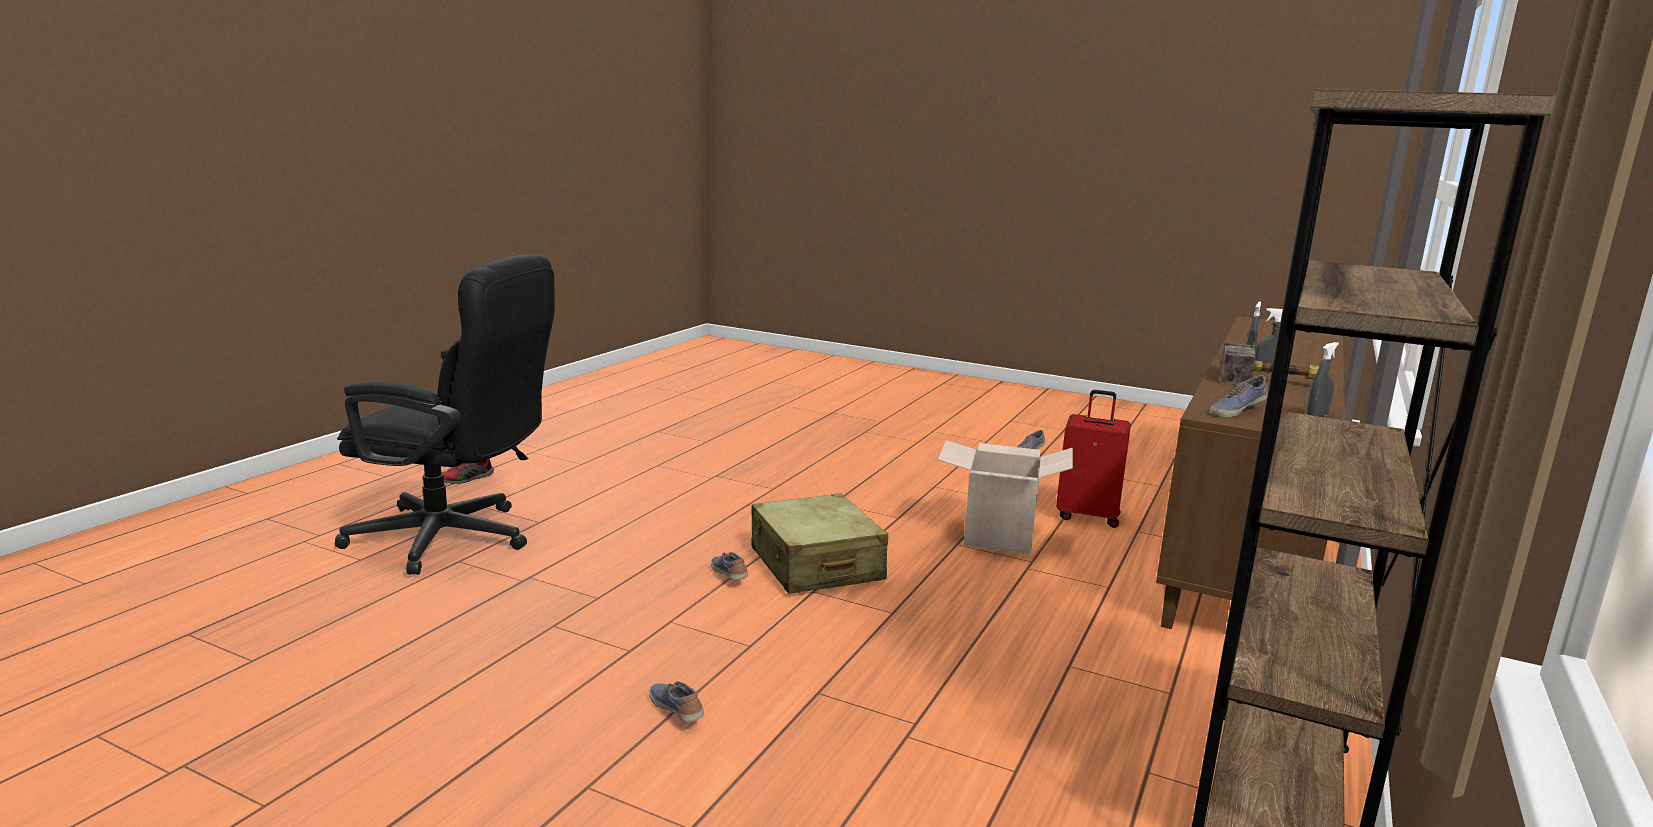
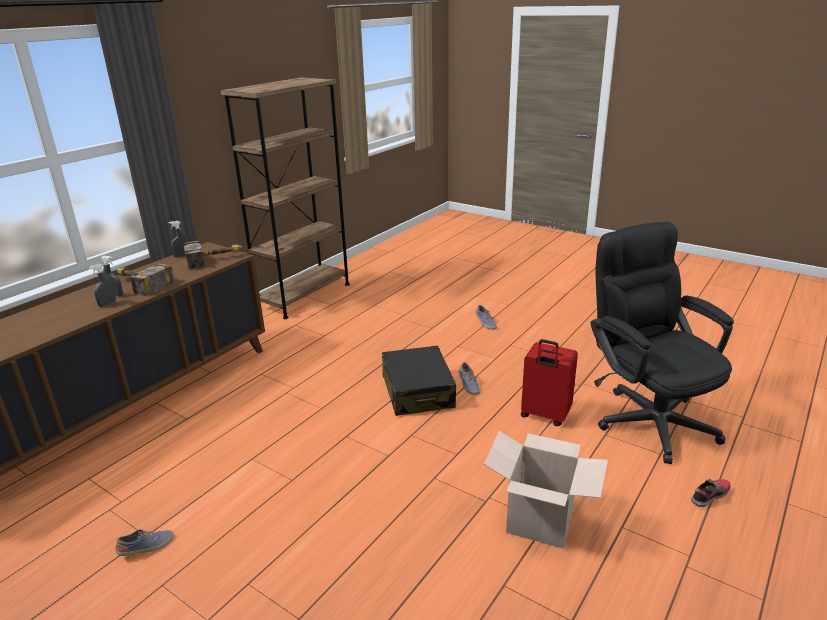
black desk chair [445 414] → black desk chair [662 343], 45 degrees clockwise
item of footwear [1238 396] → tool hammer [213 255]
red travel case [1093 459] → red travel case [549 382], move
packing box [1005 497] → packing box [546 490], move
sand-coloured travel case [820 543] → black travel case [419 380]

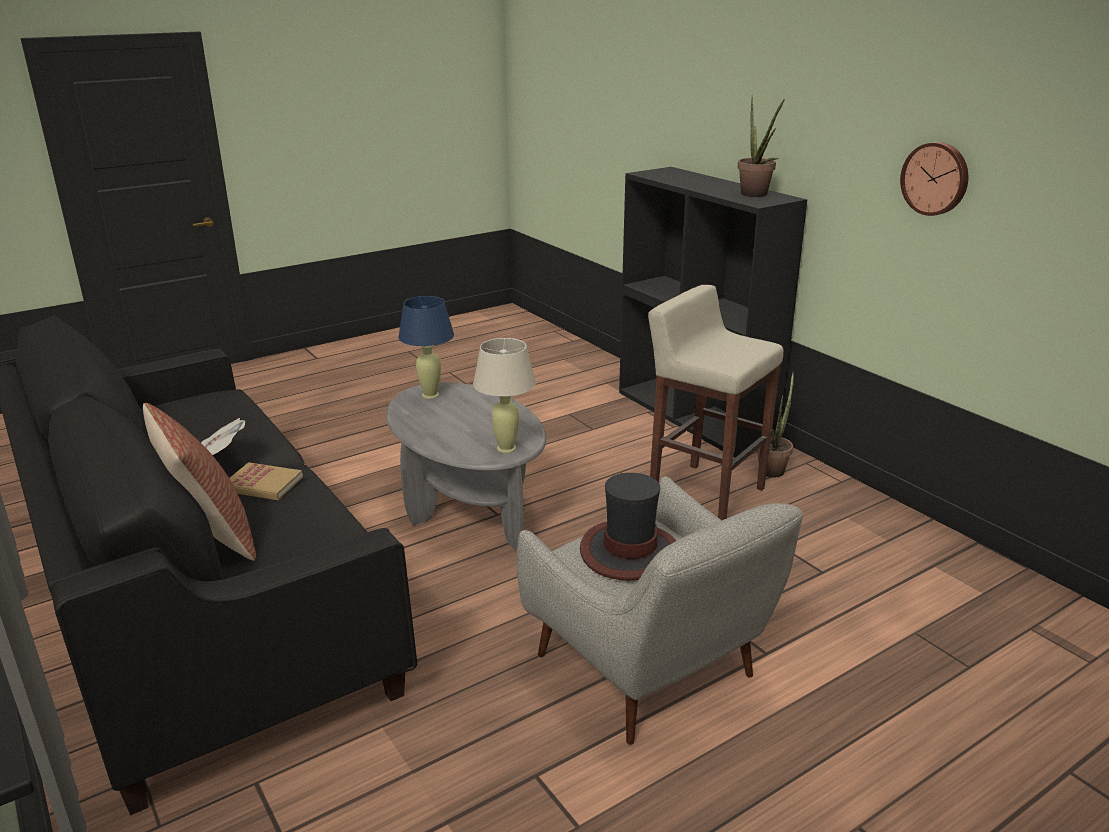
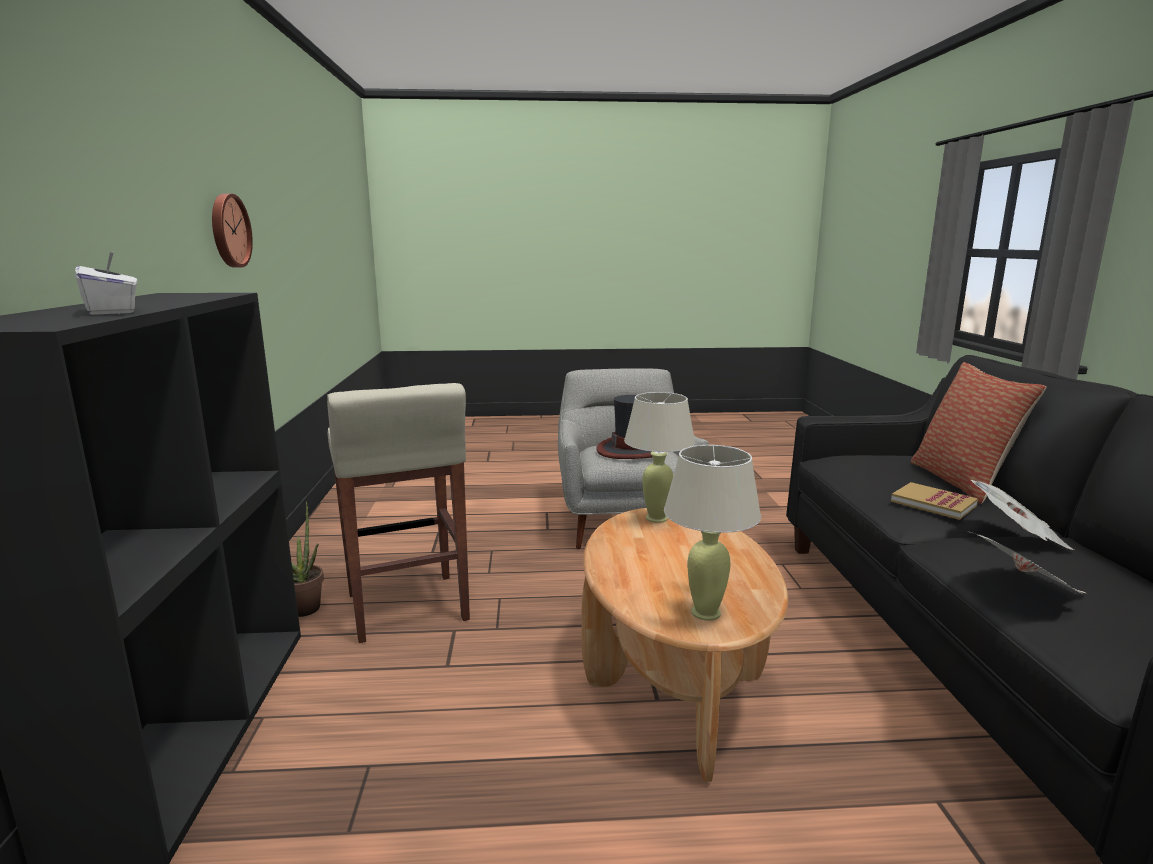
potted plant [761 145] → -
blue-coloured table lamp [426 347] → sand-coloured table lamp [712 533]
greyish coffee table [466 466] → brown coffee table [685 645]
- → white-coloured box of tissues [106 283]
- → printed paper [1026 562]

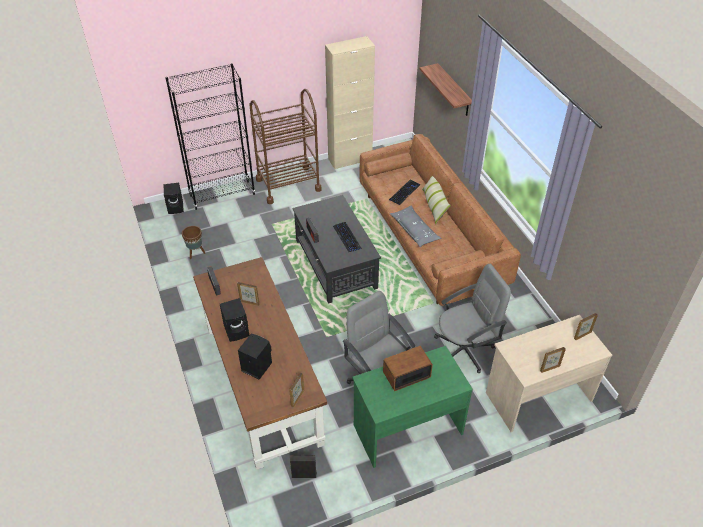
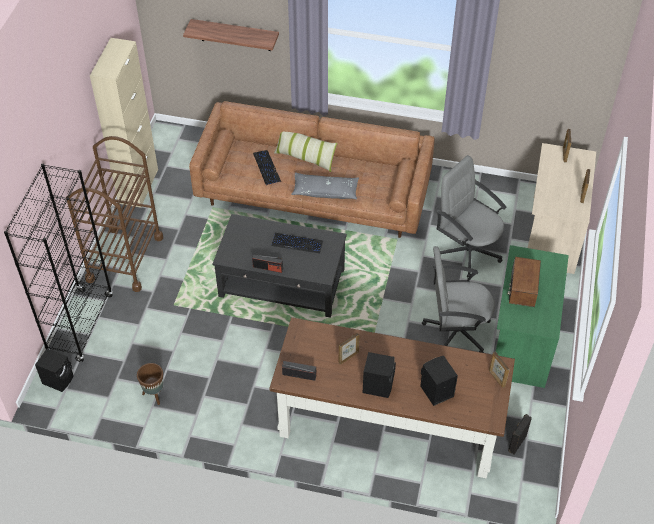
greyish desk chair [472 318] → greyish desk chair [472 216], 60 degrees counterclockwise

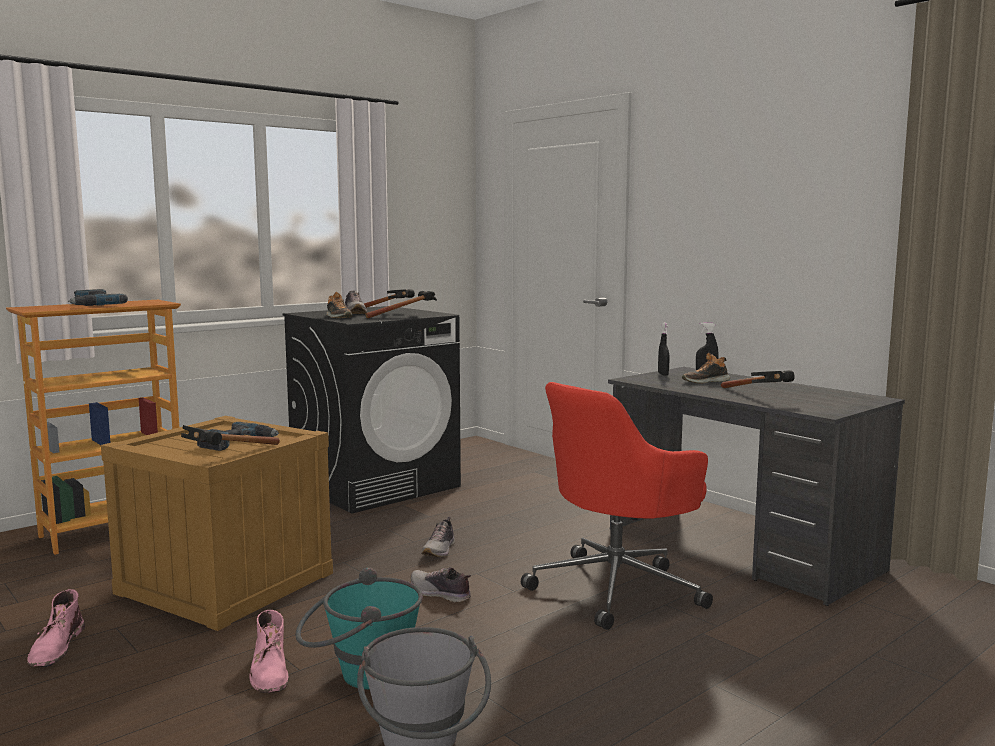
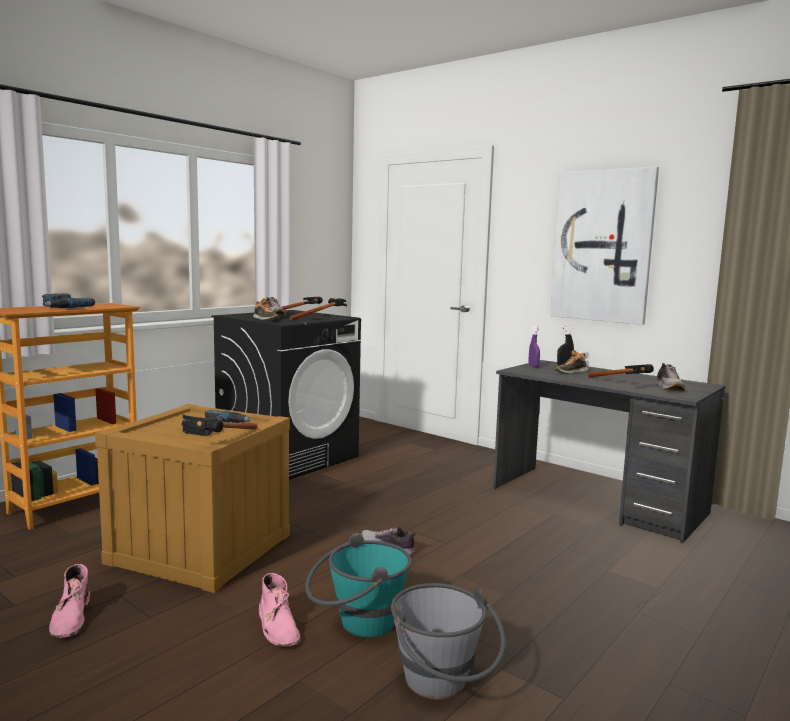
black sprayer [664 349] → purplish sprayer [534 346]
red desk chair [617 506] → -
item of footwear [438 536] → item of footwear [670 377], move
- → picture [604 245]

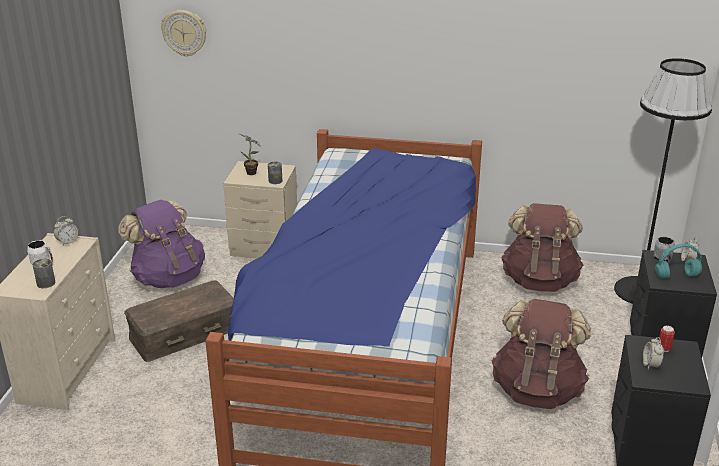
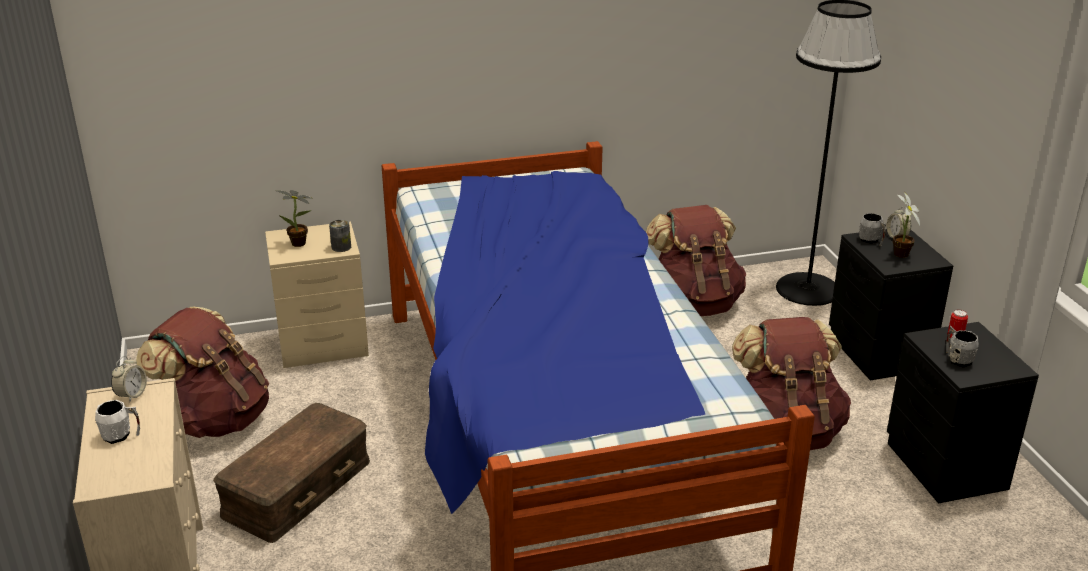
clock on the wall [183 33] → -
purplish rucksack [161 244] → brown rucksack [202 372]
turquoise headset [678 261] → potted plant [906 225]
sealed can [44 273] → -
bedside clock [653 353] → greyish coffee mug [962 347]

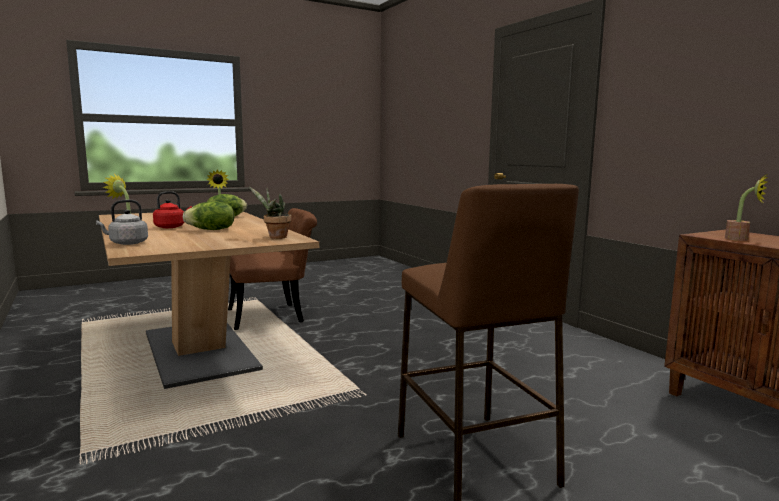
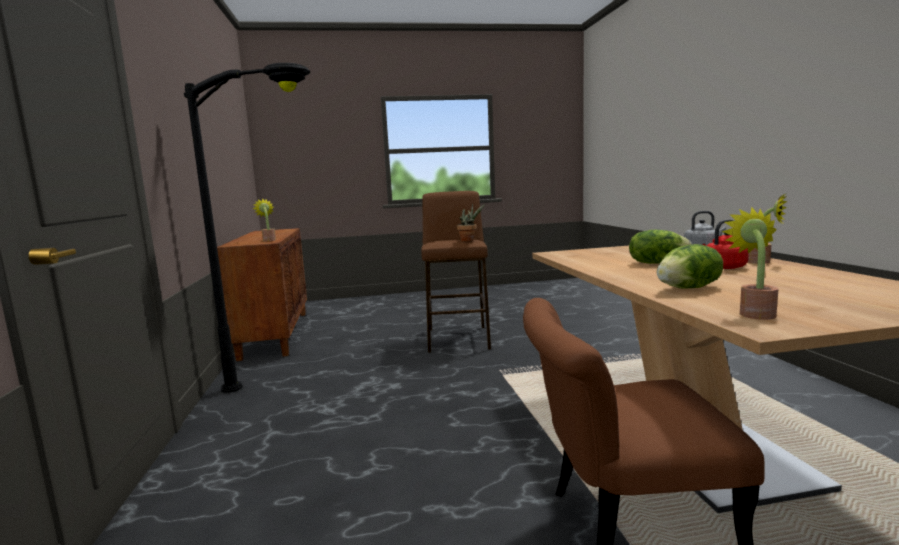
potted plant [270 213] → potted plant [471 222], move
- → black standing lamp [247 228]

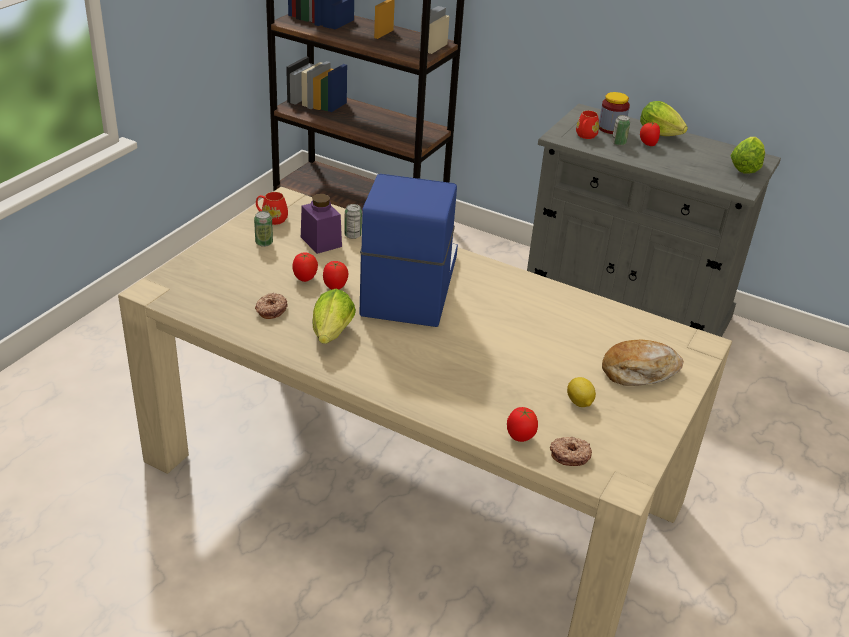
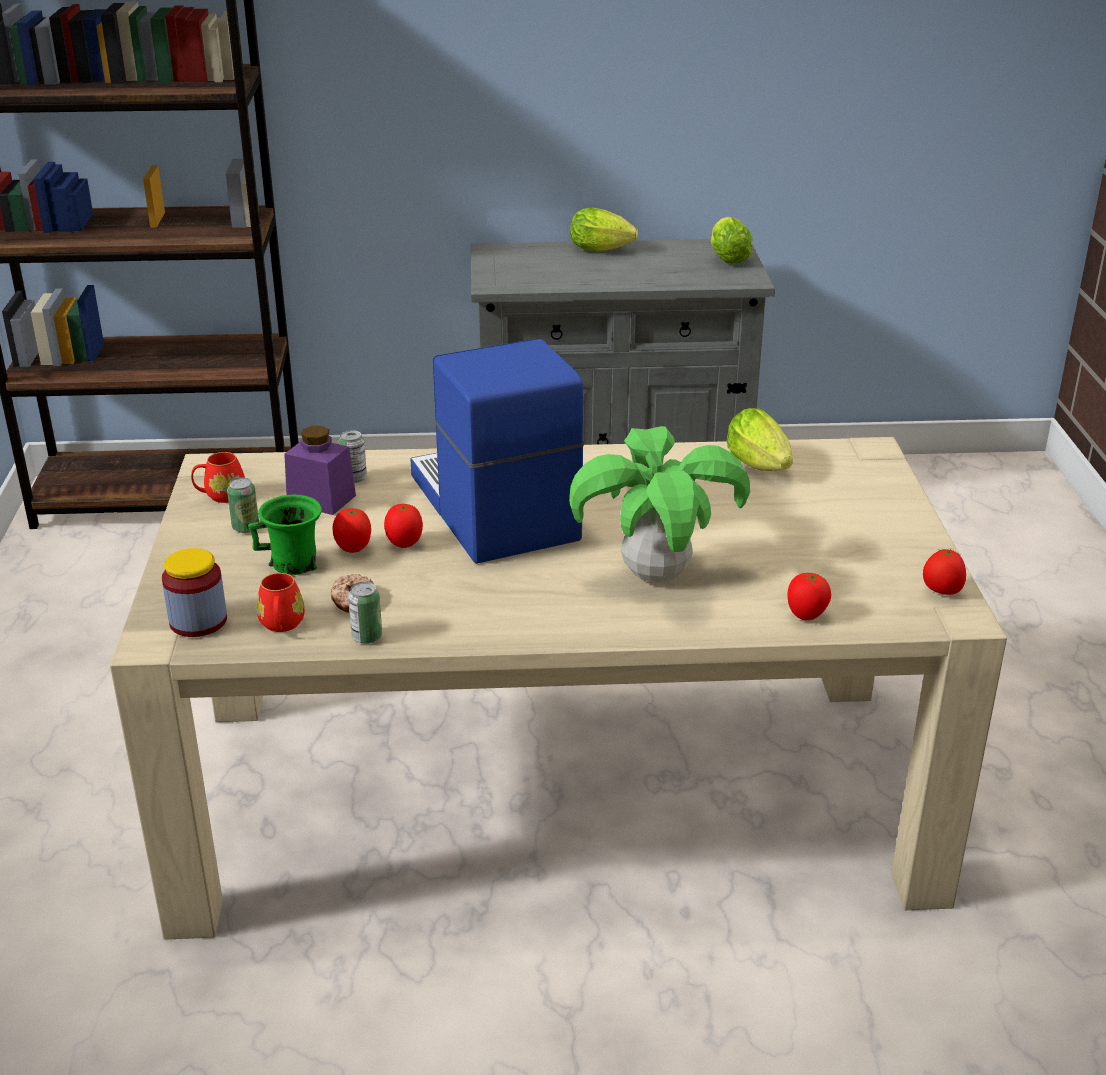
jar [614 113] → jar [194 592], move
red coffee mug [587 124] → red coffee mug [281 602], move
sealed can [621 130] → sealed can [365 613], move
tomato [650 134] → tomato [944 572], move
lettuce [334 316] → lettuce [760 439], move
bread [643 362] → -
lemon [581 392] → -
doughnut [571 451] → -
- → potted plant [659 504]
- → greenish coffee mug [285 535]

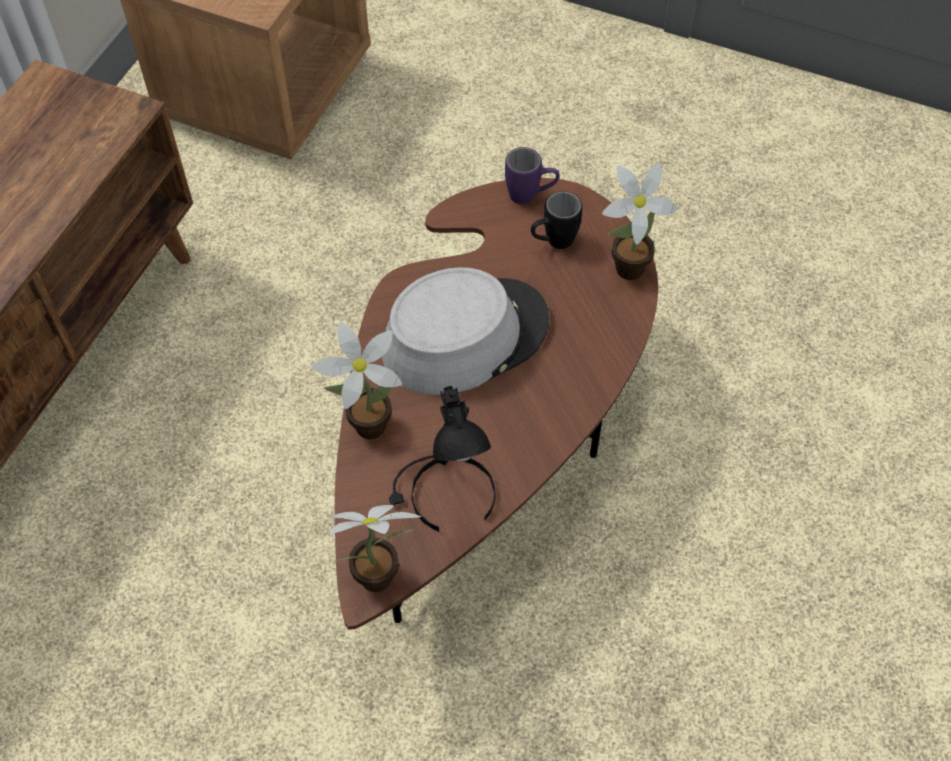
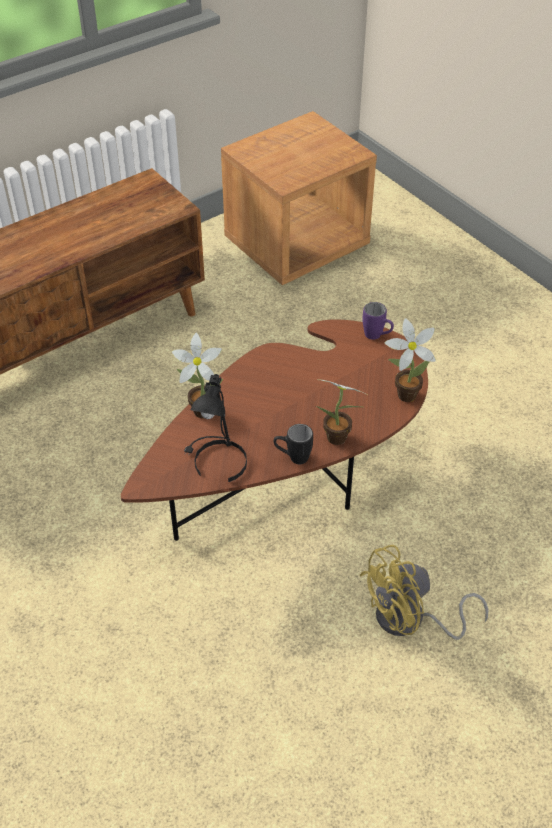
black coffee mug [556 220] → black coffee mug [293 444], move
greyish wearable hat [465 331] → -
potted plant [374 548] → potted plant [342 412], move
- → yellow electric fan [424 592]

